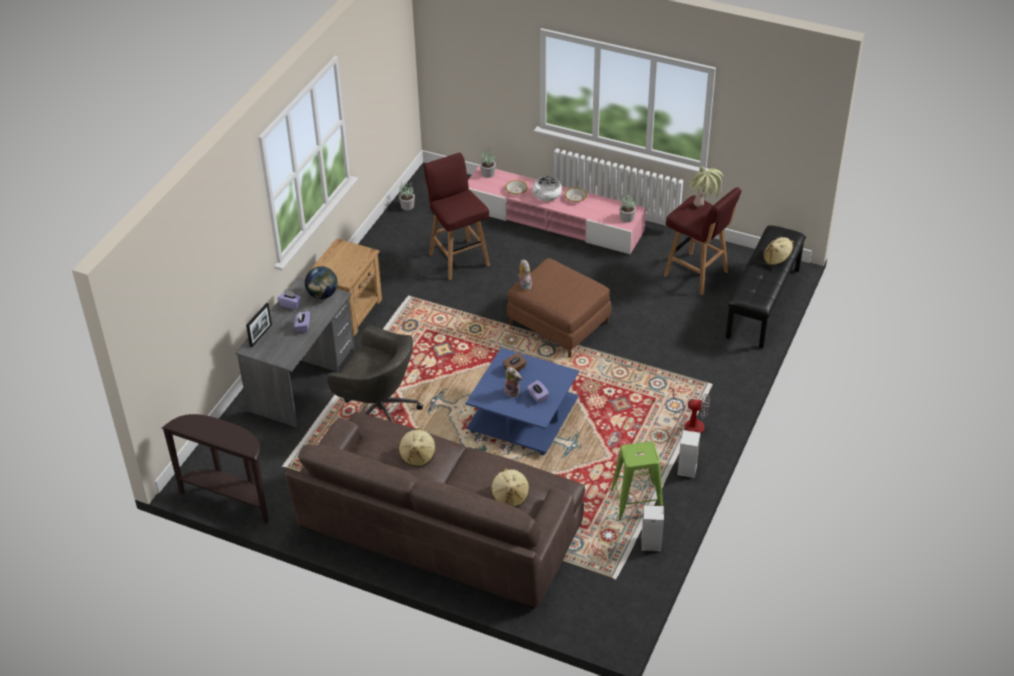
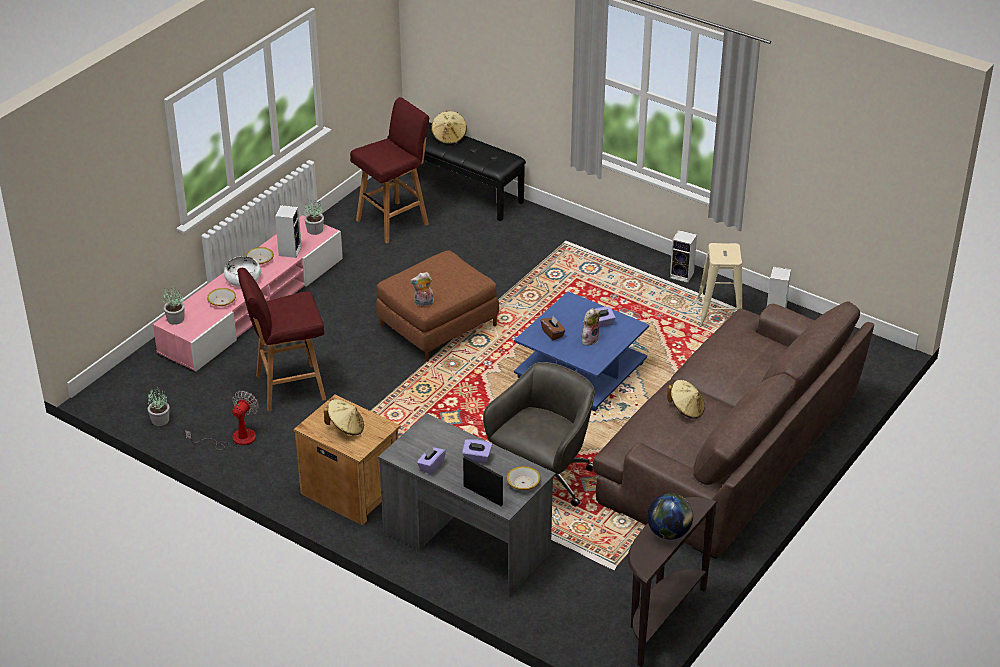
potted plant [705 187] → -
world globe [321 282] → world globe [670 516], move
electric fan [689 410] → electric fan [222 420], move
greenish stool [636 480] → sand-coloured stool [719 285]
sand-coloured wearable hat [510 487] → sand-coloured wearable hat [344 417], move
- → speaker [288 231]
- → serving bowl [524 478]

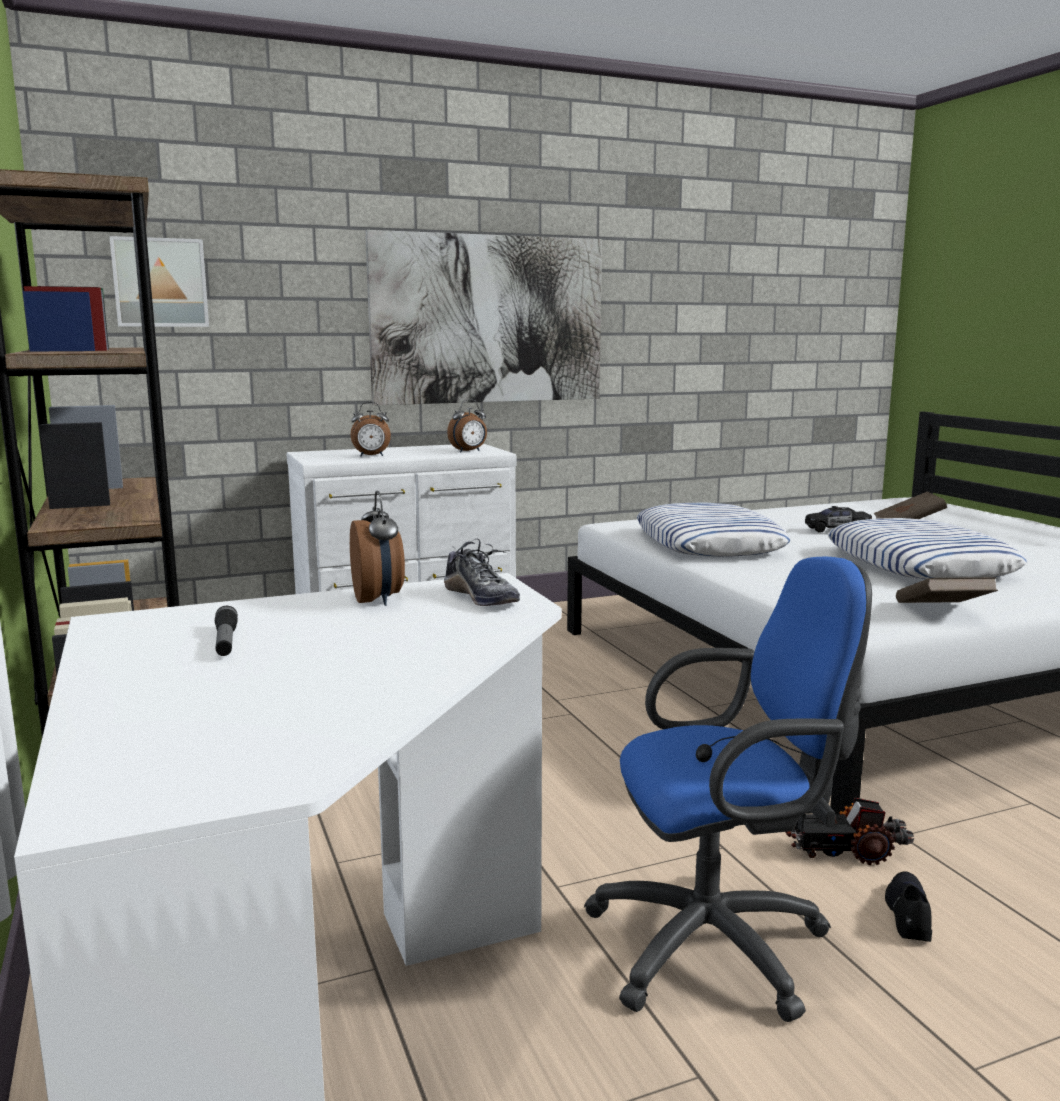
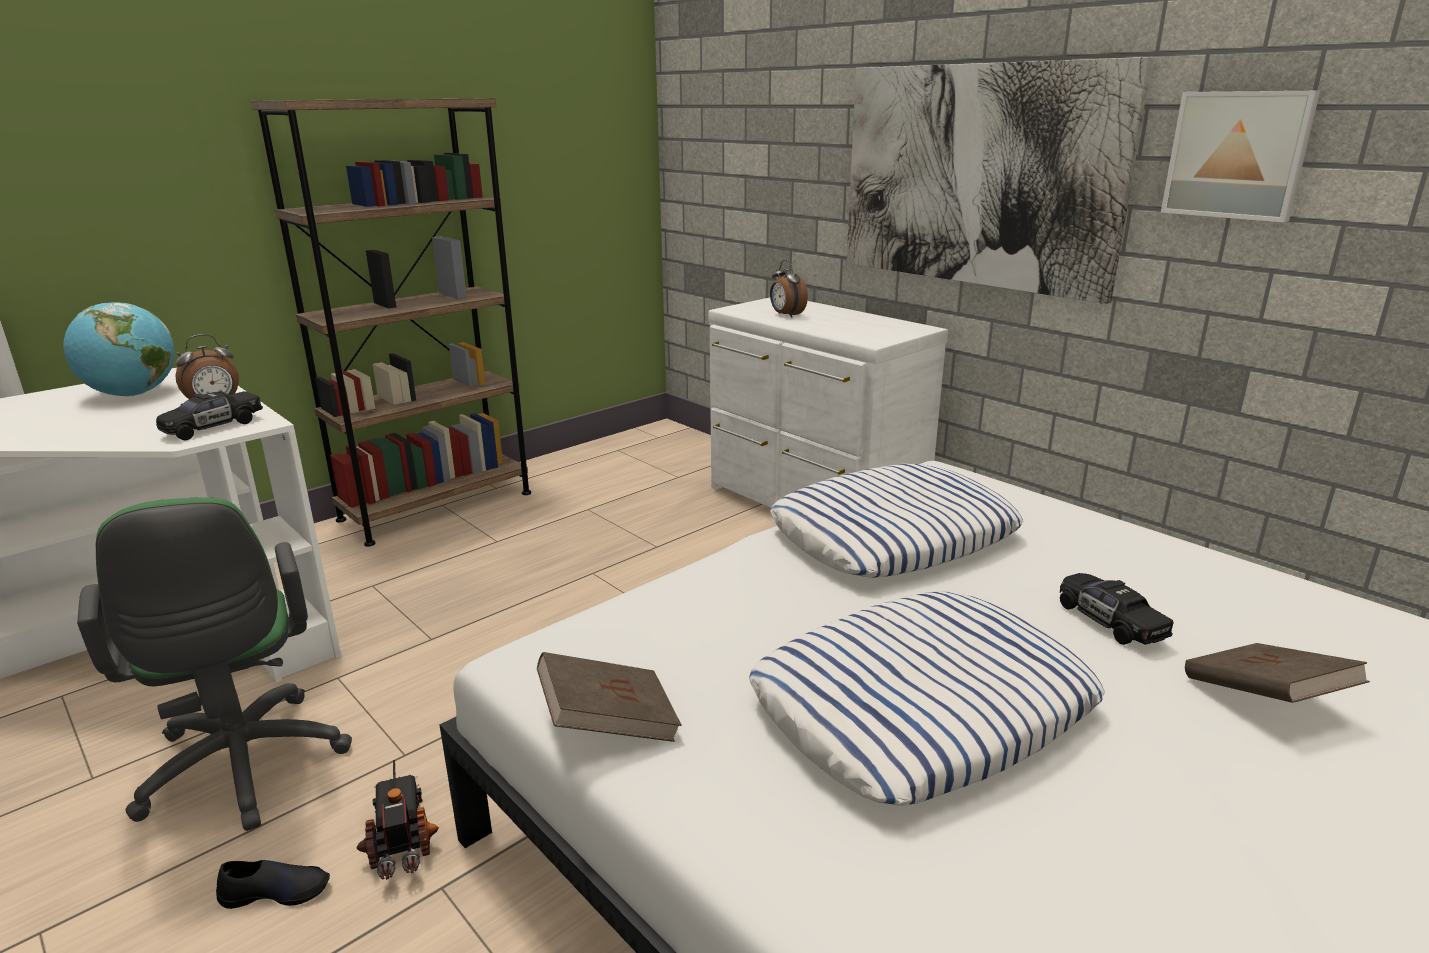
picture [159 281] → picture [1240 156], move
bedside clock [467 425] → -
item of footwear [482 572] → black model car [209 415]
blue-coloured desk chair [728 789] → greenish desk chair [214 664]
torch [226 631] → world globe [119 349]

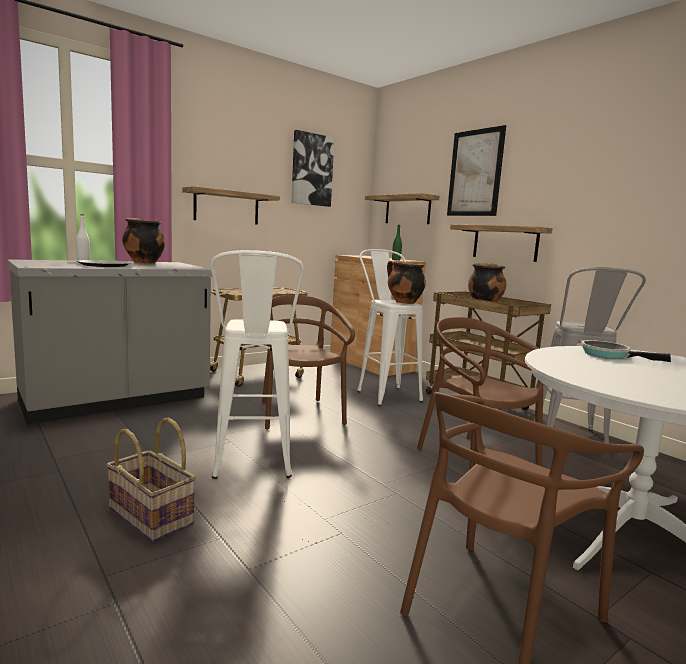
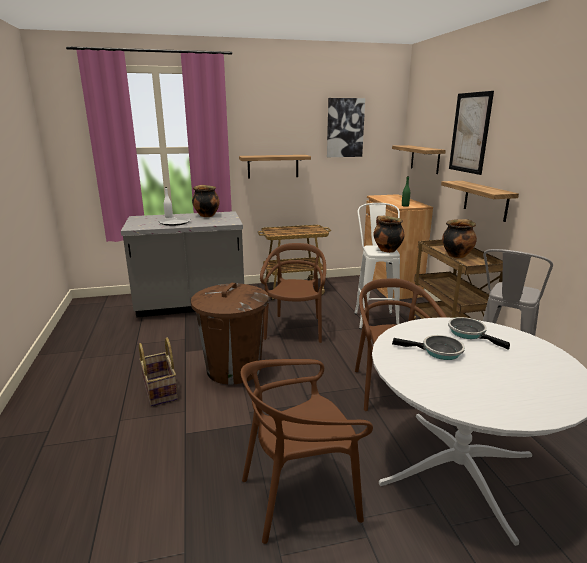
white-coloured stool [257 364] → brown rubbish bin [230 334]
- → pan [428 347]

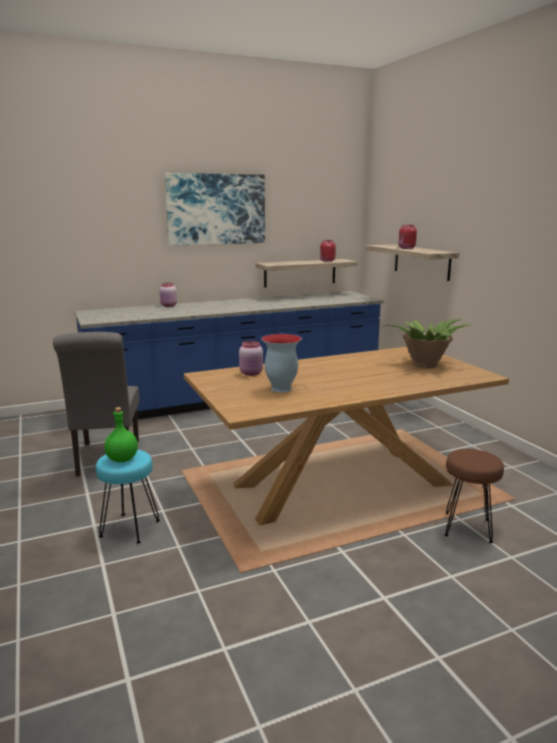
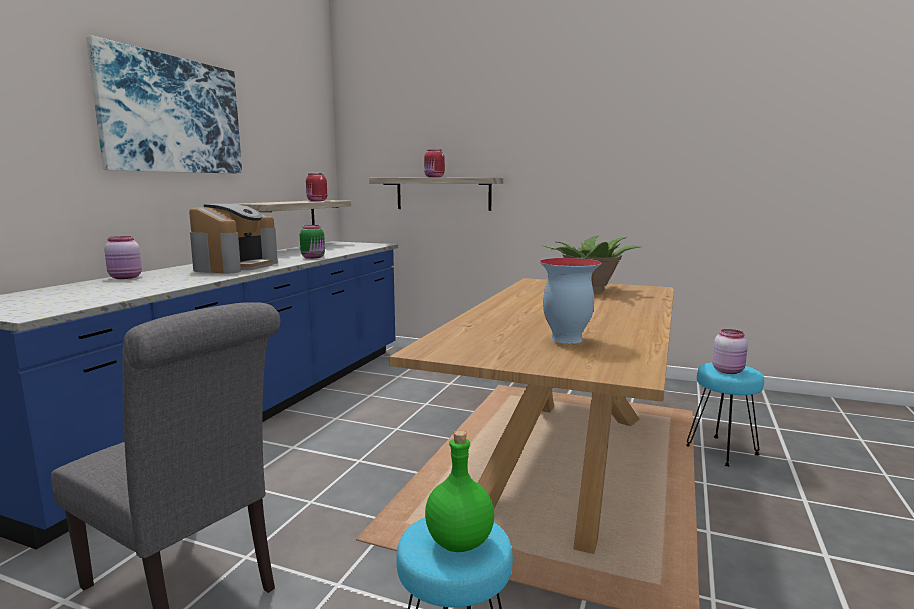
pink jar [251 358] → pink jar [730 351], move
brown stool [474 496] → turquoise stool [725 414]
- → coffee brewer [233 239]
- → greenish jar [312 242]

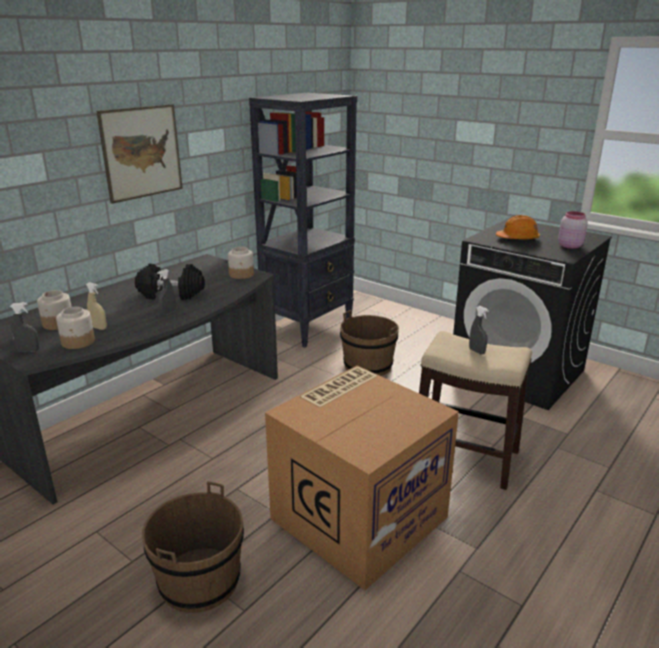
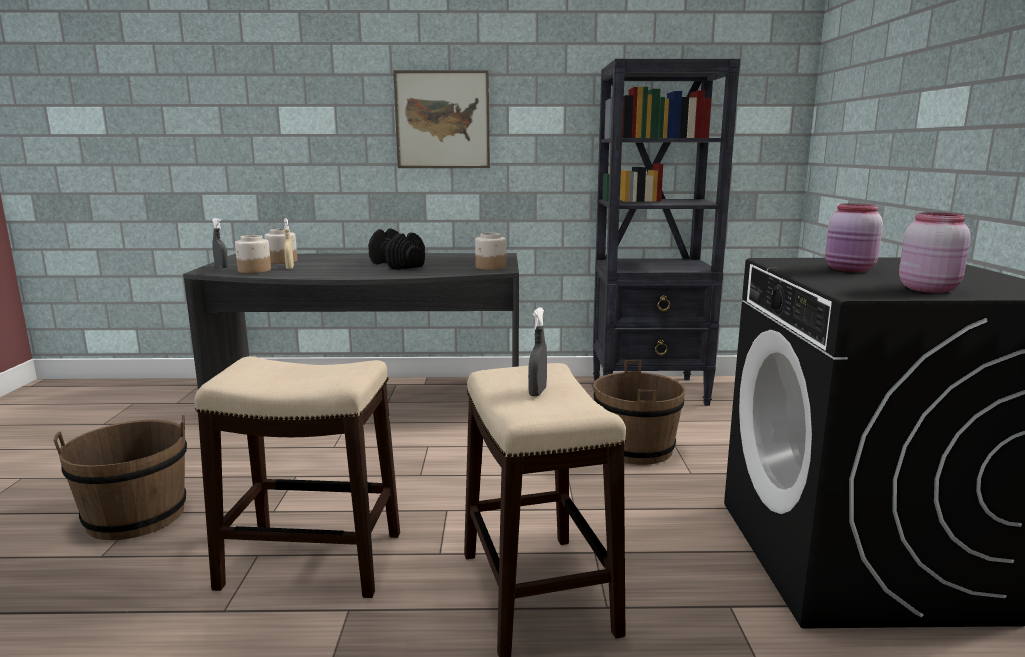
orange-coloured work helmet [518 227] → pink jar [854 237]
greyish sprayer [166 292] → -
packing box [362 478] → stool [297 477]

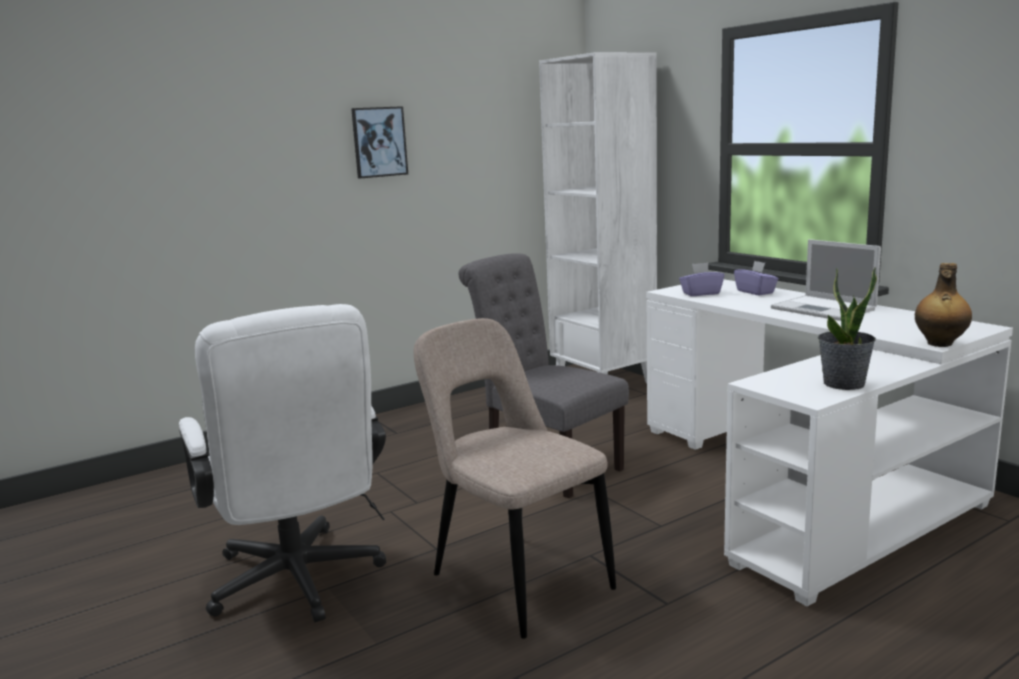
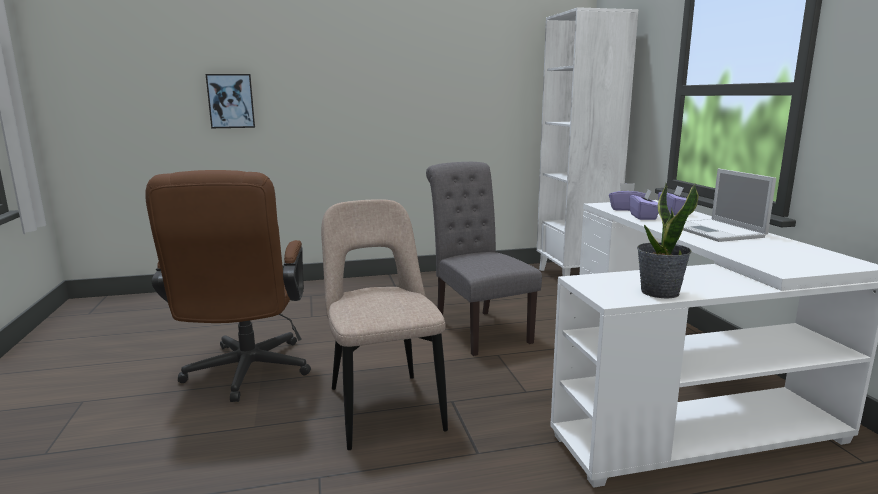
picture [379 142] → picture [230 101], move
bottle [943 305] → -
white-coloured desk chair [282 463] → brown desk chair [228 286]
- → purplish box of tissues [643 205]

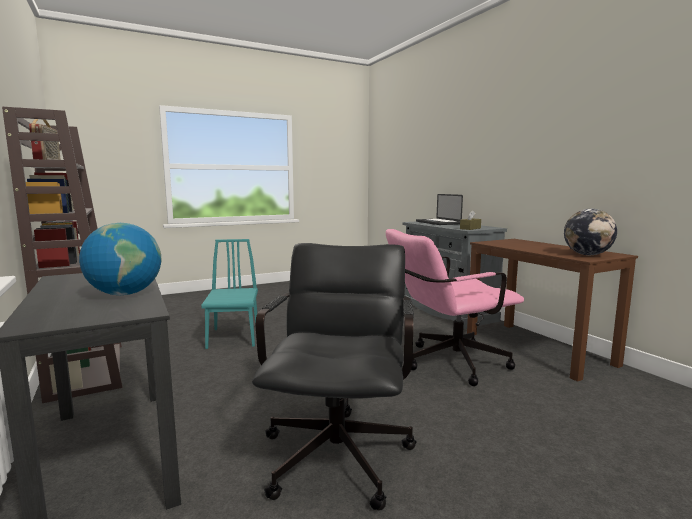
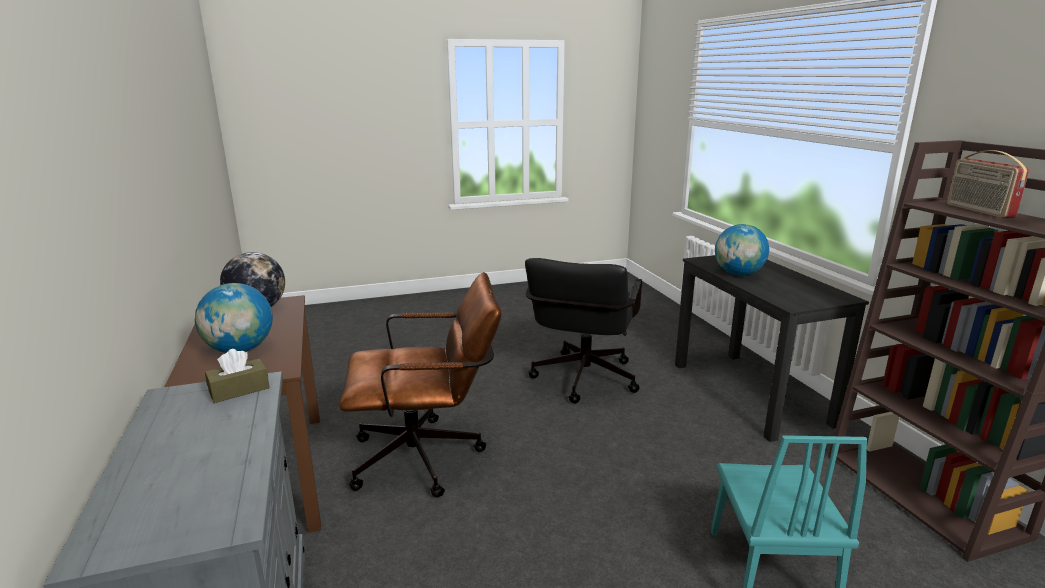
laptop [439 209] → -
pink desk chair [455 307] → brown desk chair [421 385]
- → world globe [234 318]

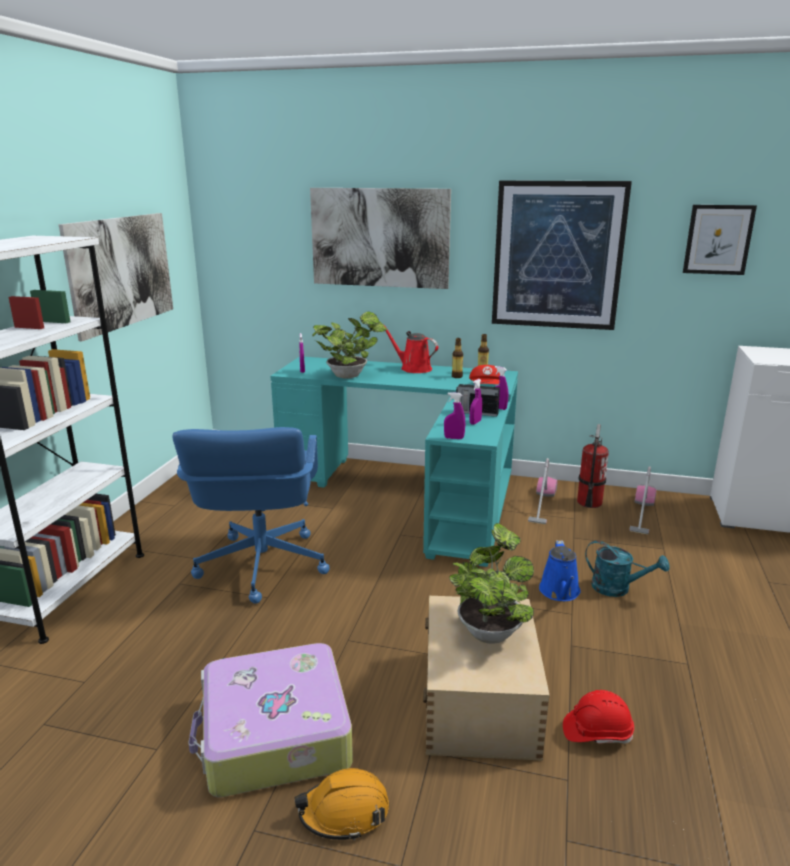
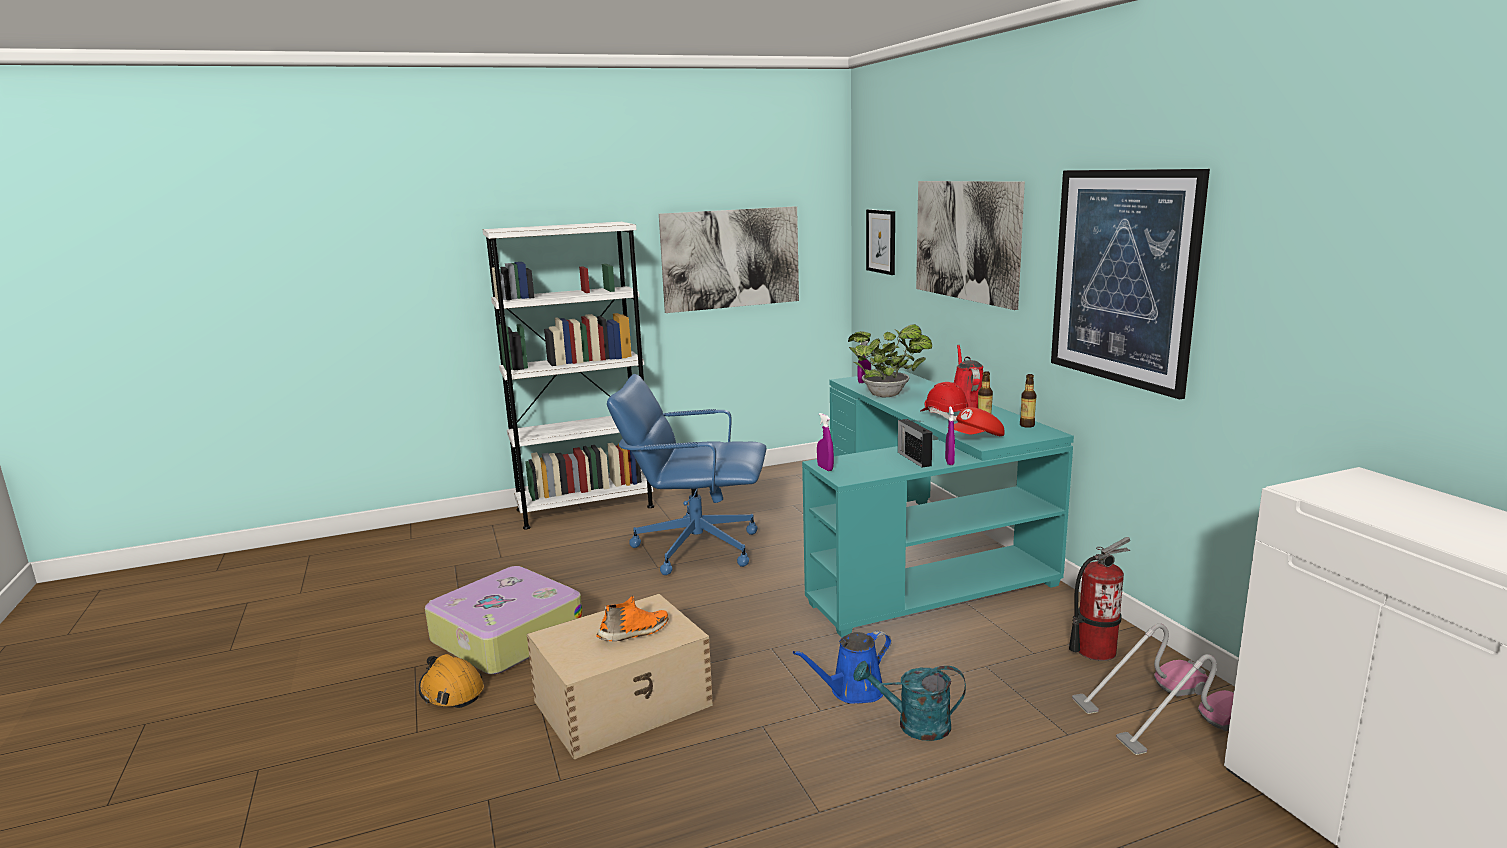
picture [720 240] → picture [880 242], move
purplish sprayer [476 402] → -
blue-coloured desk chair [251 515] → blue-coloured desk chair [686 474], 45 degrees clockwise
vacuum cleaner [543 491] → vacuum cleaner [1175 704], move
potted plant [491 583] → orange-coloured item of footwear [632 618]
turquoise sprinkling can [627 568] → turquoise sprinkling can [910 701], 105 degrees clockwise
red work helmet [598 717] → red work helmet [945 401], move

